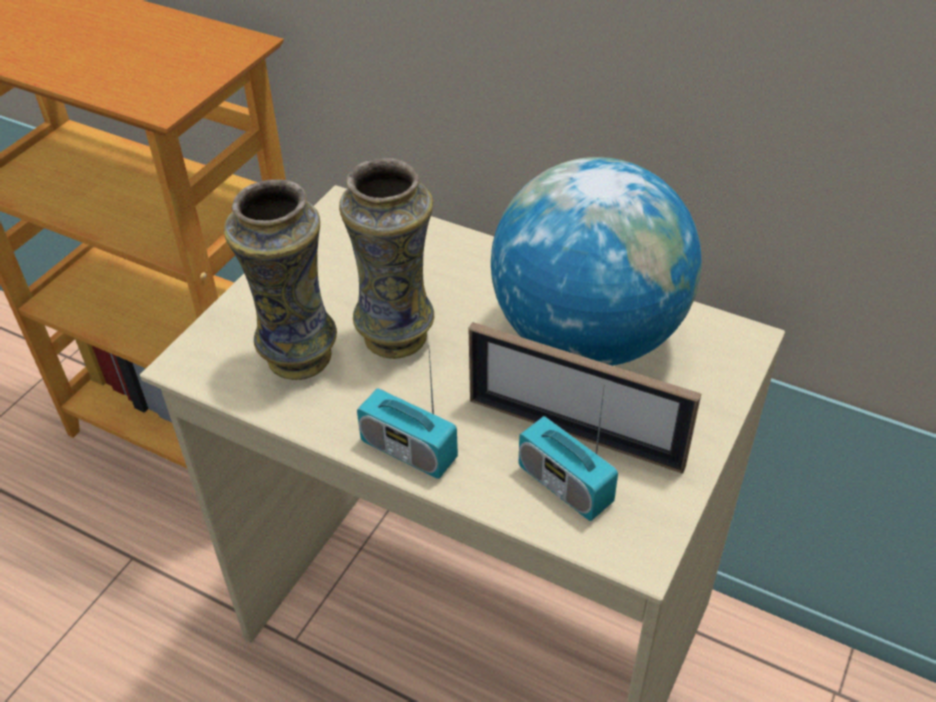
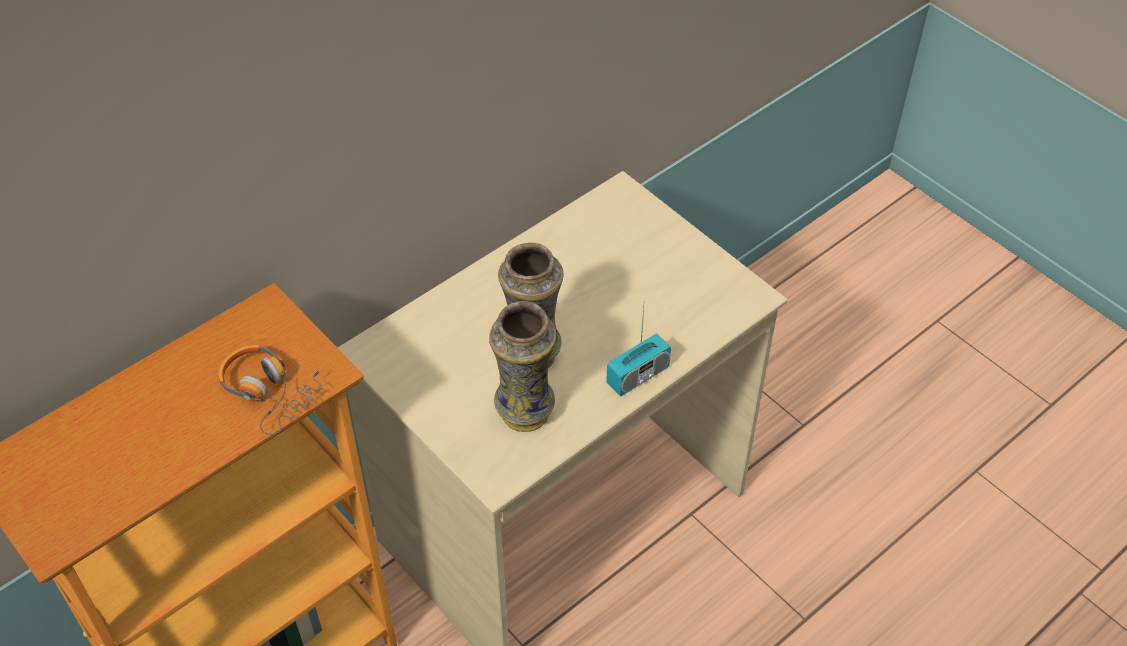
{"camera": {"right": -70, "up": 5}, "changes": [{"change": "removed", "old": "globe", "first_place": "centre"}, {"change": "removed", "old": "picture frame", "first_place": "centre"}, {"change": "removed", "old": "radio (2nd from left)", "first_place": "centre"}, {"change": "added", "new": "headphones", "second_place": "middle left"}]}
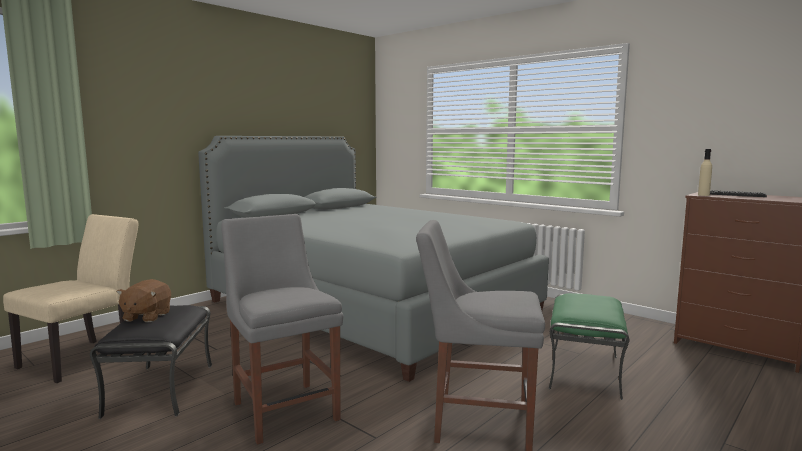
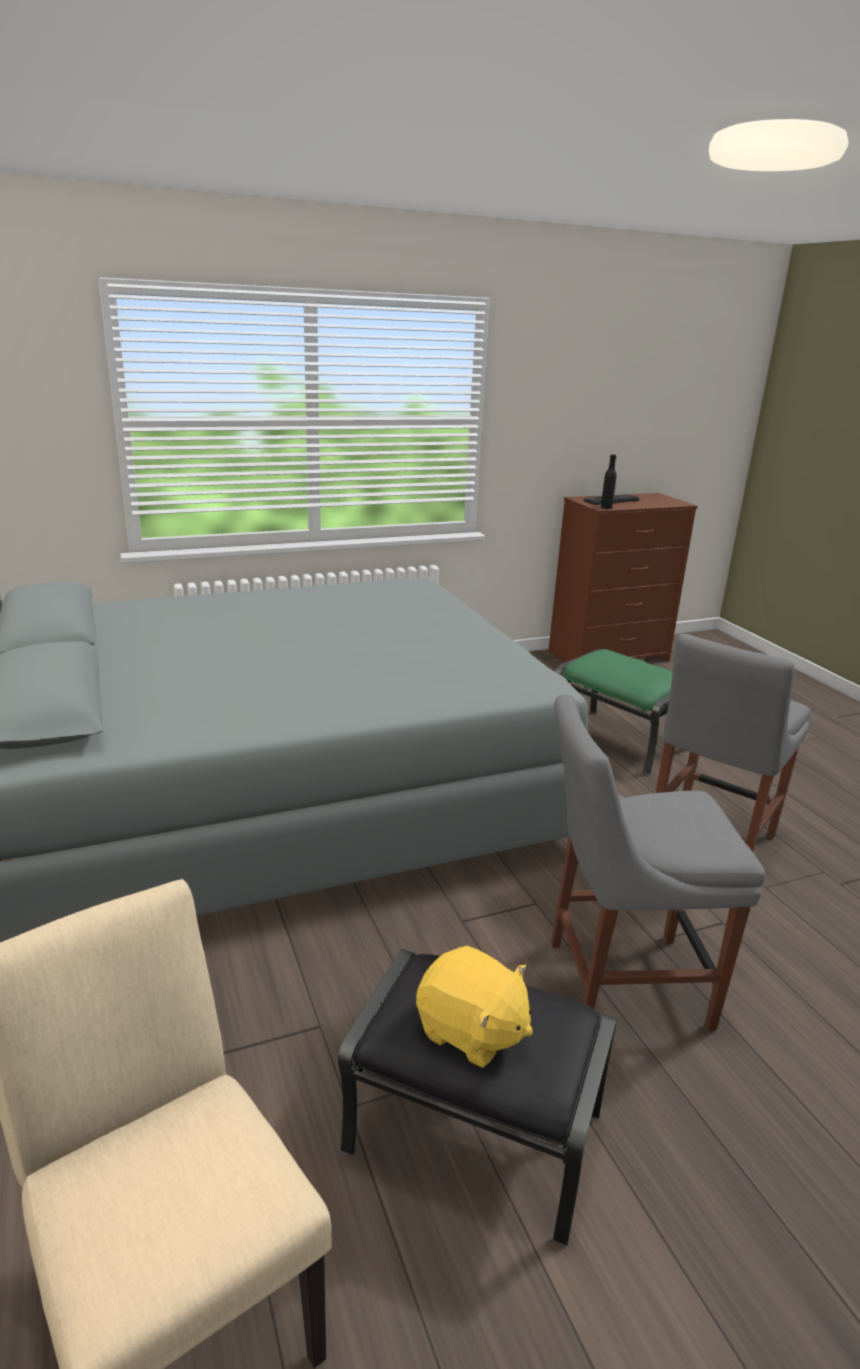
{"camera": {"right": -65, "up": 15}, "changes": [{"change": "recoloured", "old": "bottle (beige)", "new": "bottle (black)", "first_place": "middle right", "second_place": "middle right"}, {"change": "recoloured", "old": "plush toy (brown)", "new": "plush toy (yellow)", "first_place": "middle left", "second_place": "bottom centre"}]}
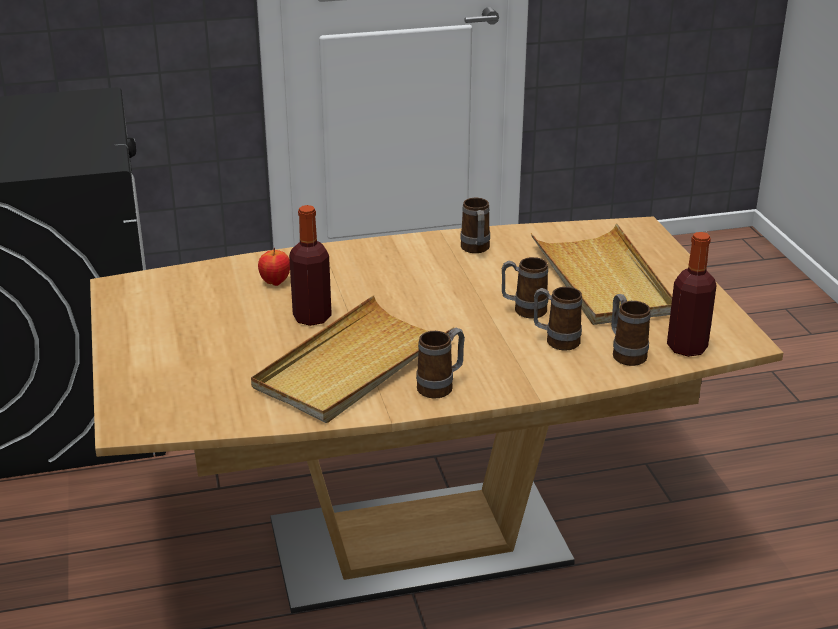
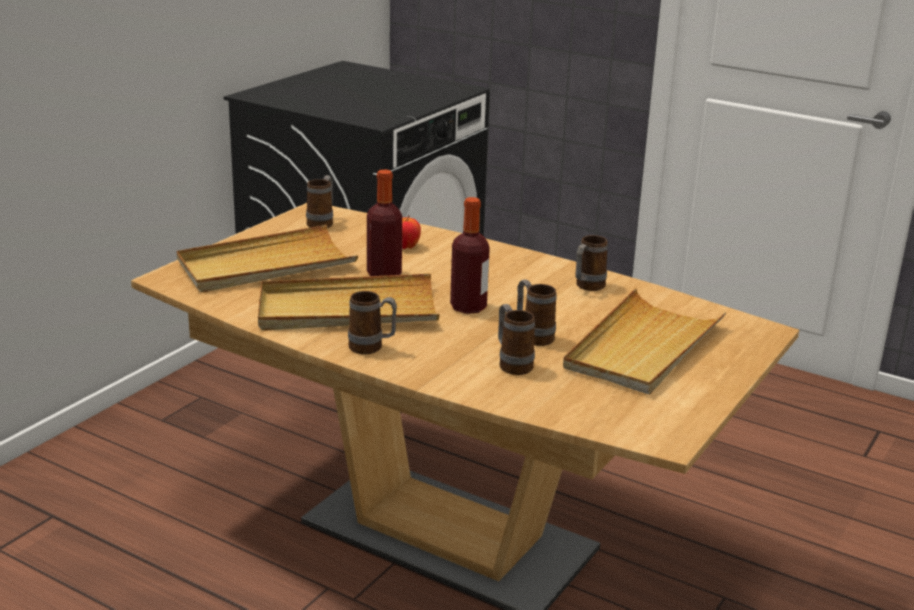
{"camera": {"right": 45, "up": -5}, "changes": [{"change": "moved", "old": "bottle (2nd from left)", "first_place": "middle right", "second_place": "centre"}, {"change": "moved", "old": "mug (5th from left in the first image)", "new": "mug (1st from left)", "first_place": "middle right", "second_place": "top centre"}, {"change": "added", "new": "tray (beige) (1st from left)", "second_place": "middle left"}]}
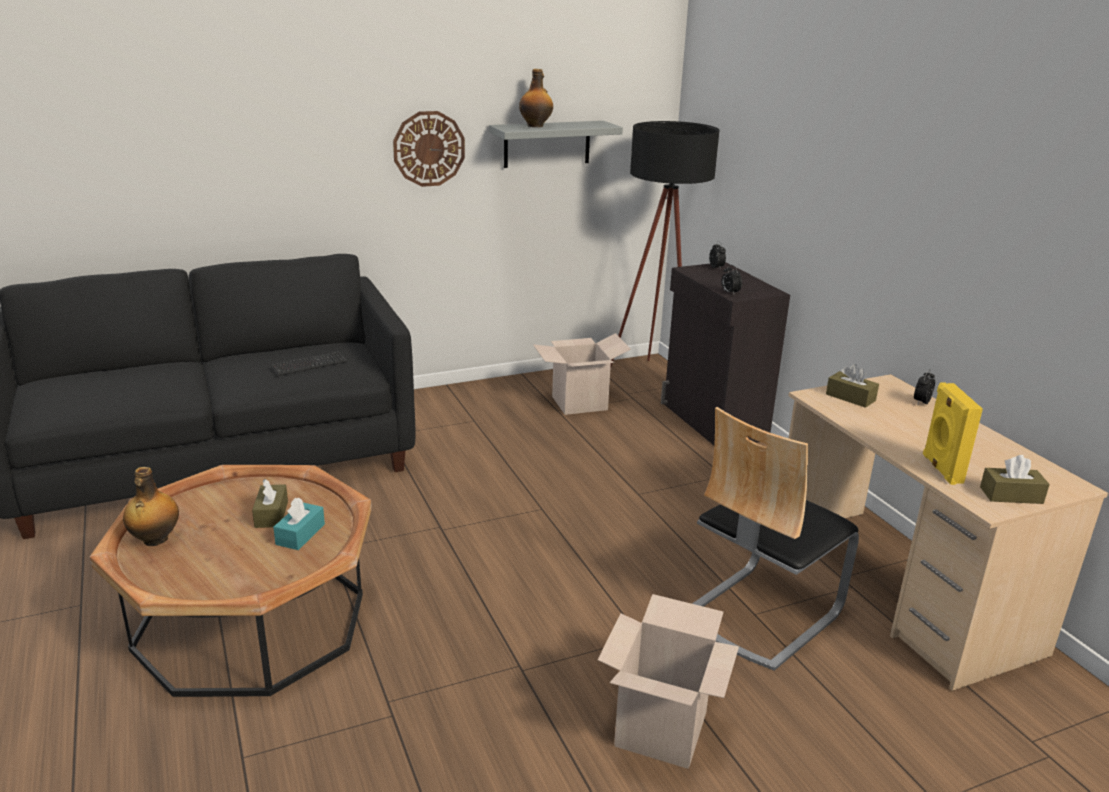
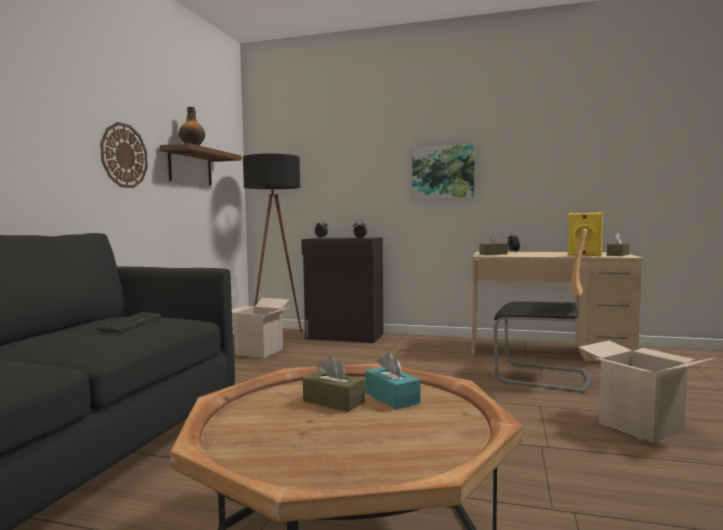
{"camera": {"right": -50, "up": -20}, "changes": [{"change": "recoloured", "old": "shelf (grey)", "new": "shelf (brown)", "first_place": "top centre", "second_place": "top left"}, {"change": "turned", "old": "chair", "first_place": "bottom right", "second_place": "middle right", "degrees": -60}, {"change": "removed", "old": "bottle (1st from left)", "first_place": "middle left"}, {"change": "added", "new": "picture", "second_place": "top centre"}]}
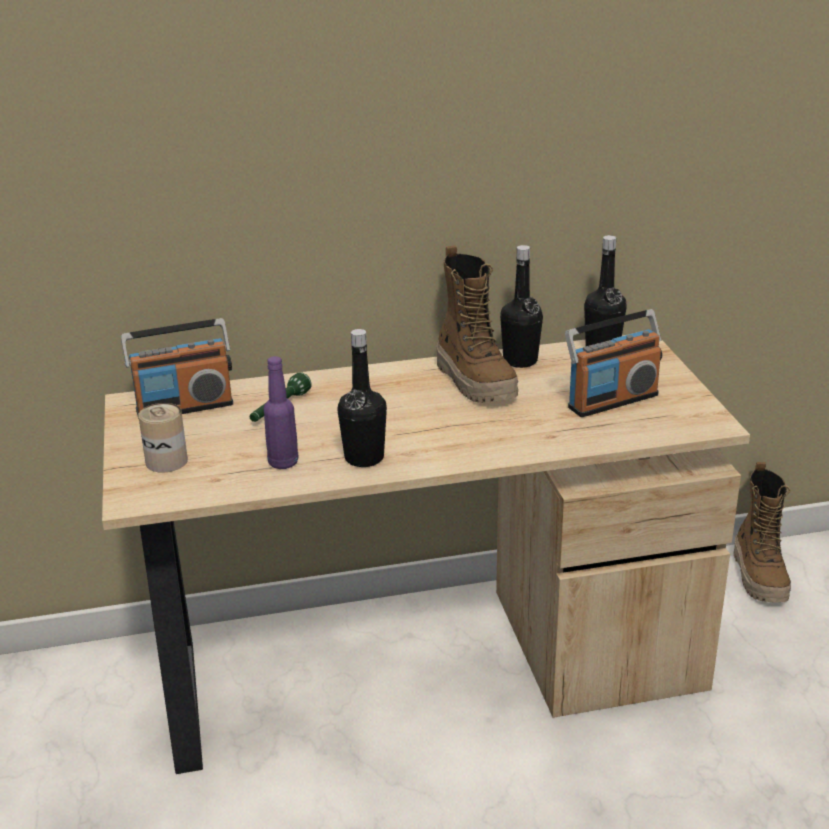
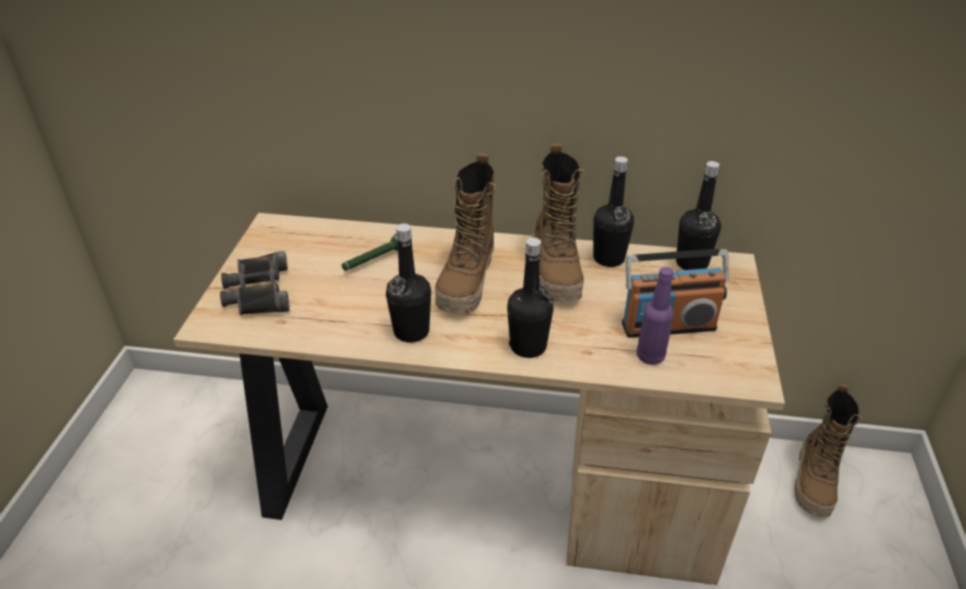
{"camera": {"right": 20, "up": 10}, "changes": [{"change": "removed", "old": "radio (1st from left)", "first_place": "middle left"}, {"change": "moved", "old": "bottle (purple)", "first_place": "centre", "second_place": "middle right"}, {"change": "replaced", "old": "can", "new": "binoculars (black)", "first_place": "middle left", "second_place": "middle left"}, {"change": "added", "new": "boot (1st from left)", "second_place": "centre"}, {"change": "added", "new": "bottle (black) (2nd from left)", "second_place": "centre"}]}
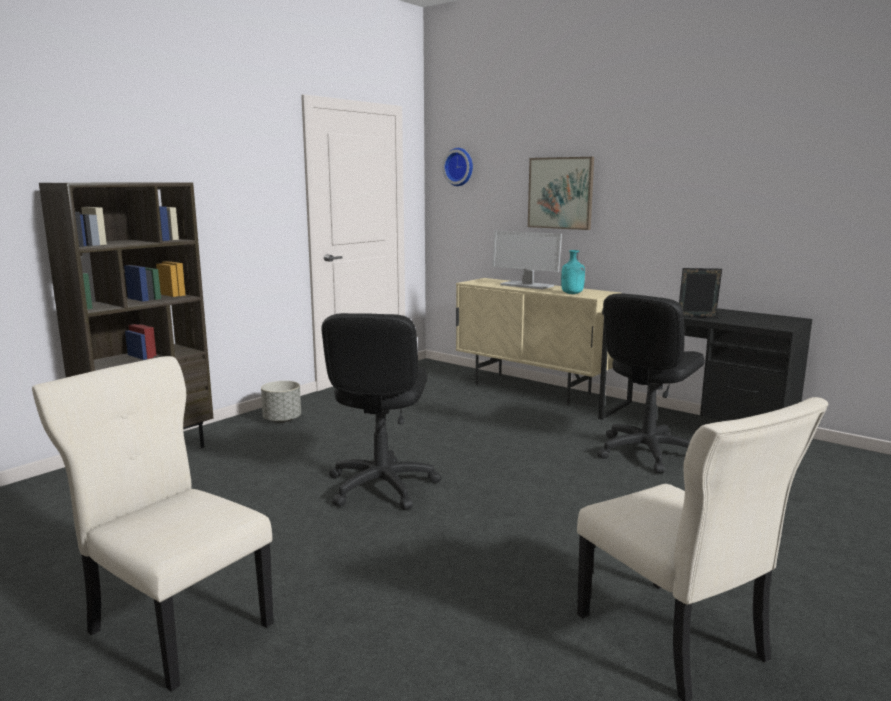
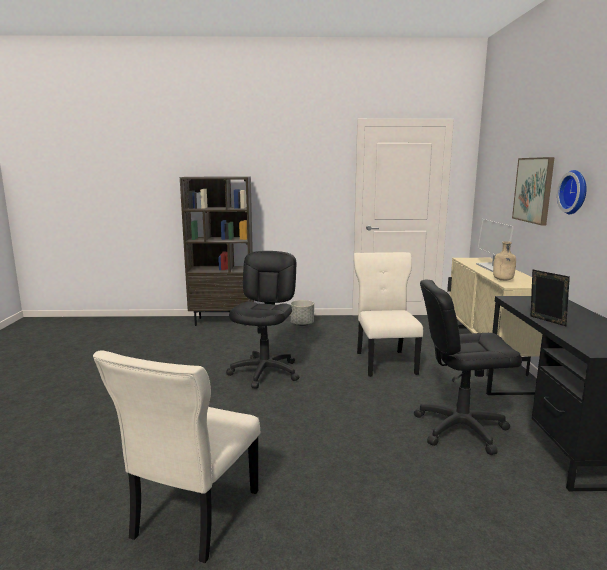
{"camera": {"right": 50, "up": 0}, "changes": [{"change": "moved", "old": "wall clock", "first_place": "top centre", "second_place": "middle right"}, {"change": "recoloured", "old": "bottle (turquoise)", "new": "bottle (beige)", "first_place": "centre", "second_place": "middle right"}, {"change": "turned", "old": "office chair (black) (1st from left)", "first_place": "centre", "second_place": "centre", "degrees": 135}, {"change": "moved", "old": "chair (beige) (1st from left in the first image)", "new": "chair (beige) (2nd from left)", "first_place": "bottom left", "second_place": "centre"}]}
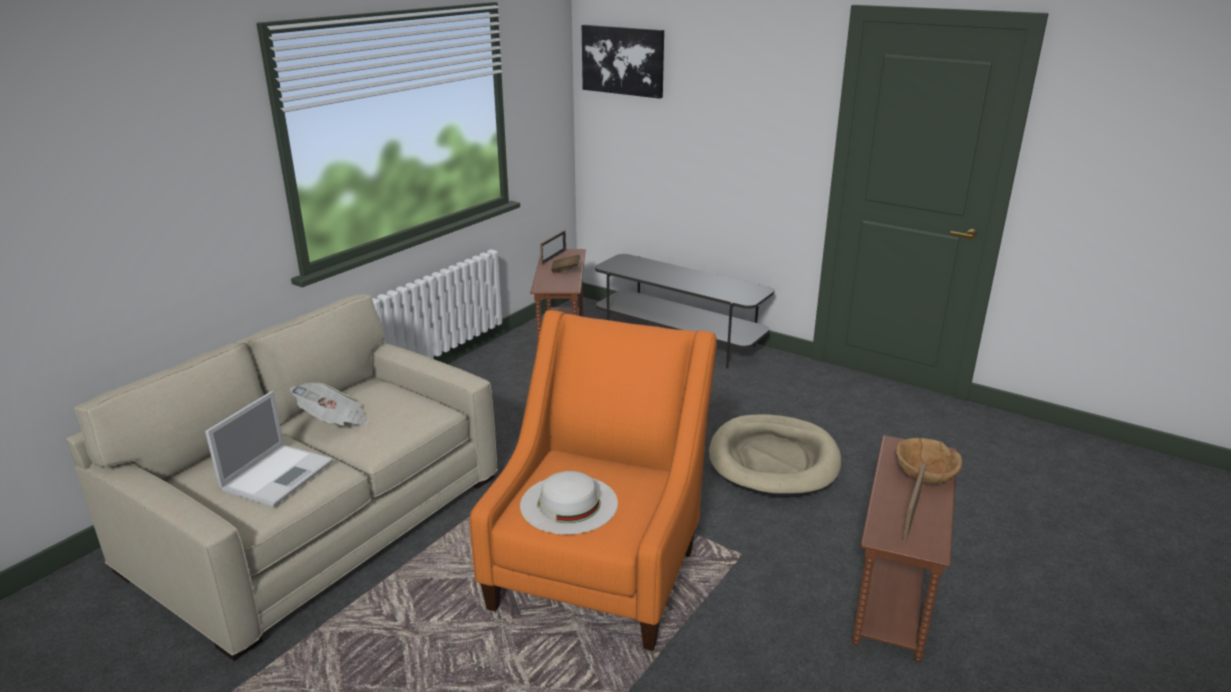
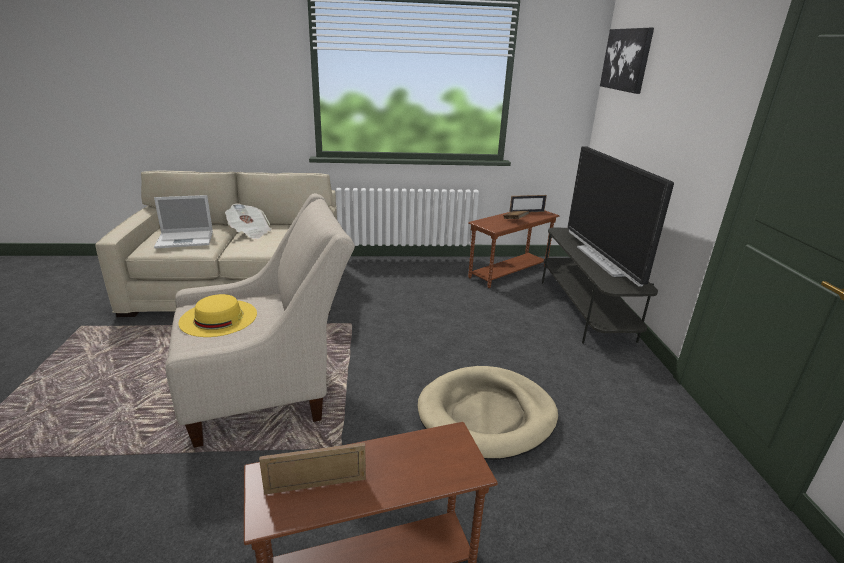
{"camera": {"right": 50, "up": 0}, "changes": [{"change": "recoloured", "old": "armchair (orange)", "new": "armchair (beige)", "first_place": "bottom centre", "second_place": "middle left"}, {"change": "removed", "old": "bowl (brown)", "first_place": "middle right"}, {"change": "recoloured", "old": "hat (white)", "new": "hat (yellow)", "first_place": "bottom centre", "second_place": "middle left"}, {"change": "added", "new": "television", "second_place": "middle right"}]}
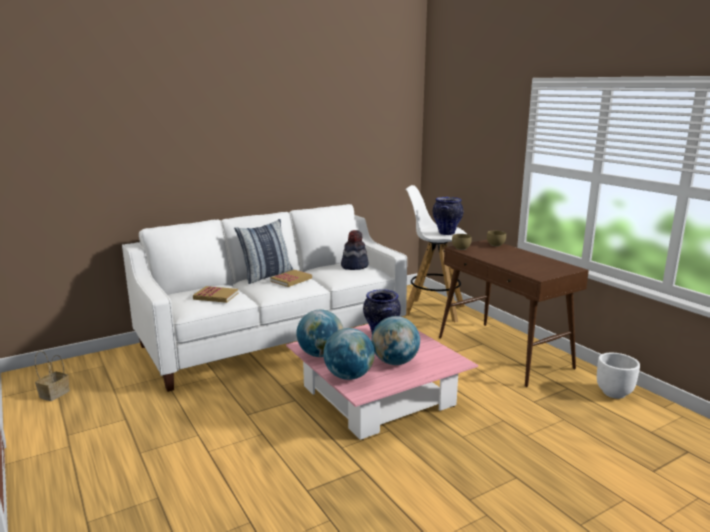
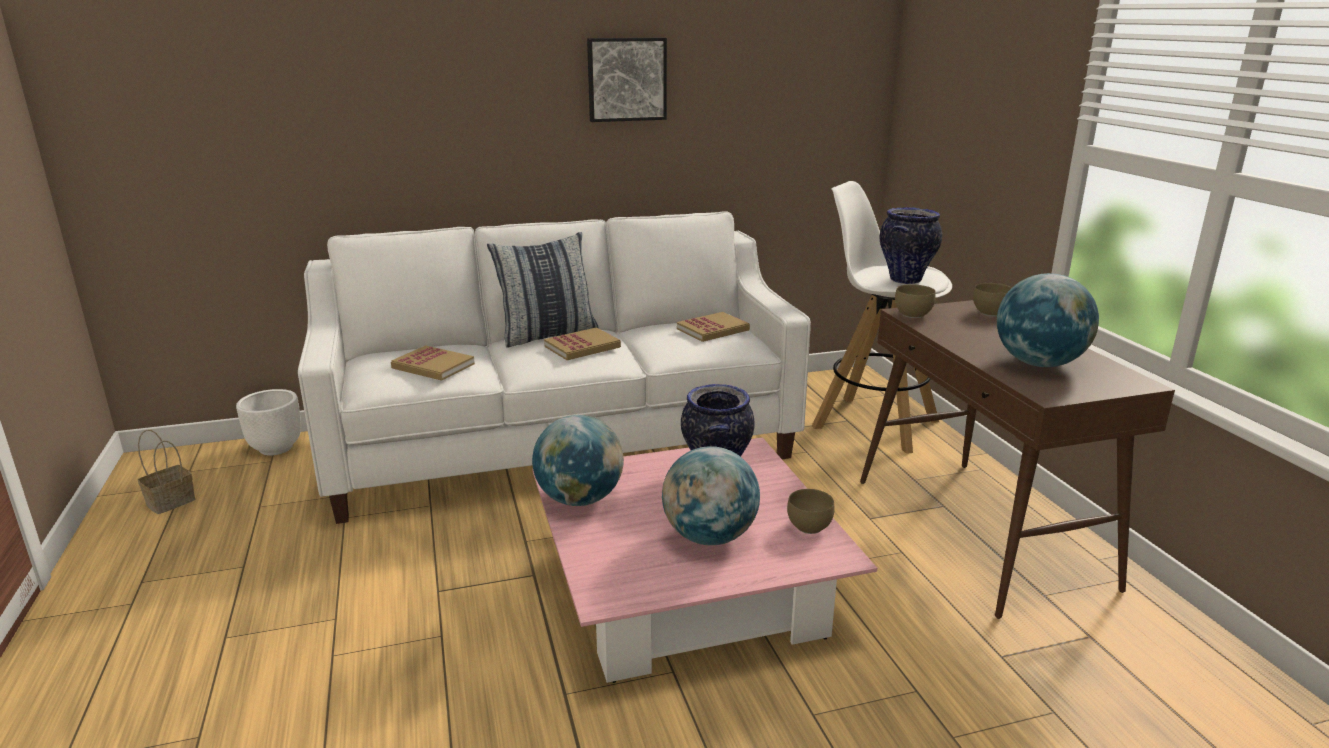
{"camera": {"right": 15, "up": 5}, "changes": [{"change": "replaced", "old": "hat", "new": "book (3rd from left)", "first_place": "centre", "second_place": "centre"}, {"change": "moved", "old": "globe (2nd from left in the first image)", "new": "globe (3rd from left)", "first_place": "centre", "second_place": "middle right"}, {"change": "moved", "old": "planter (white)", "first_place": "bottom right", "second_place": "middle left"}, {"change": "added", "new": "picture", "second_place": "top centre"}, {"change": "added", "new": "bowl (brown) (1st from left)", "second_place": "bottom centre"}]}
